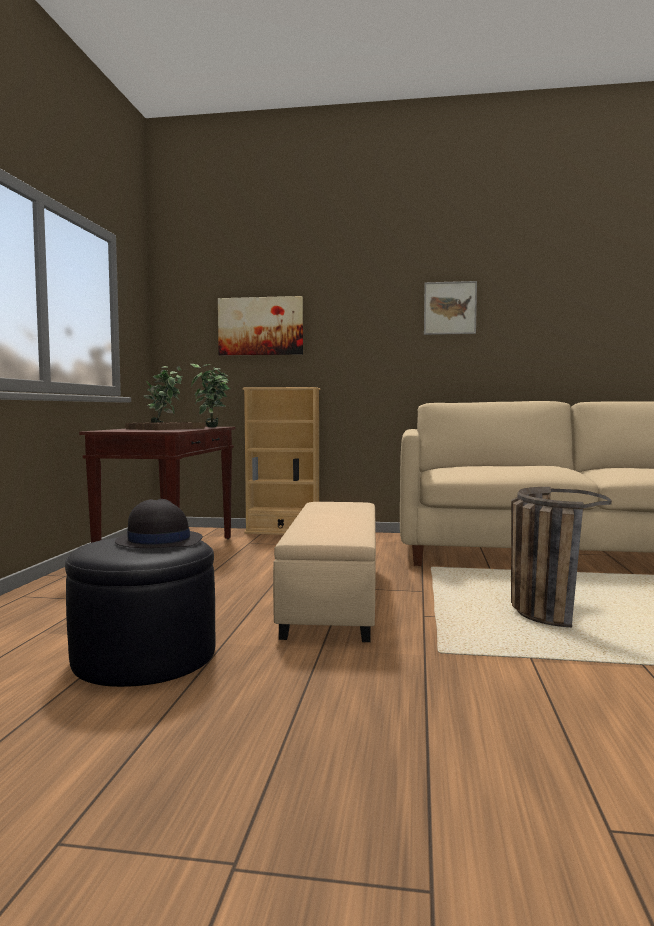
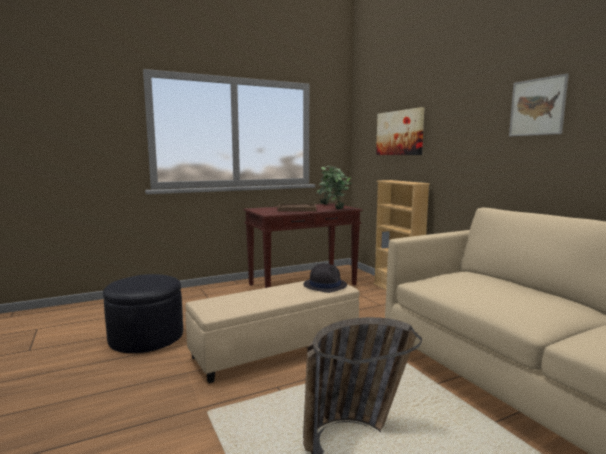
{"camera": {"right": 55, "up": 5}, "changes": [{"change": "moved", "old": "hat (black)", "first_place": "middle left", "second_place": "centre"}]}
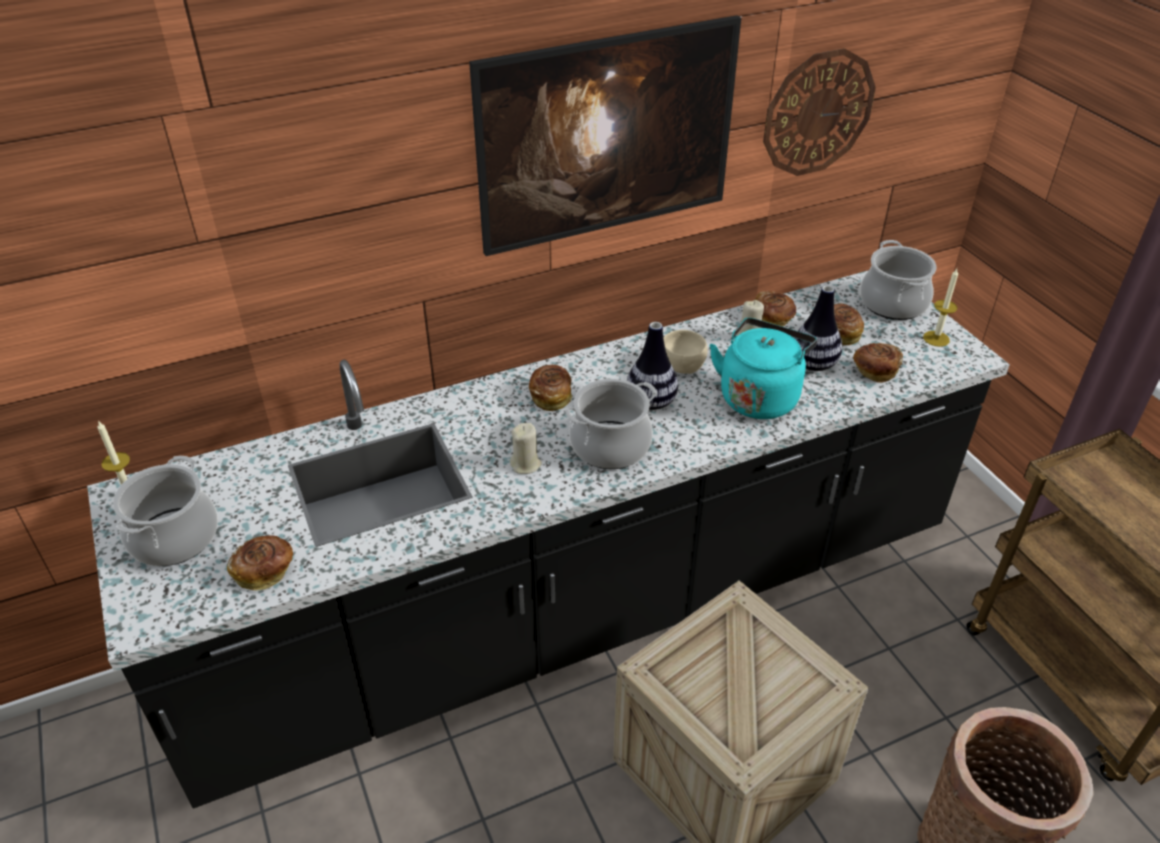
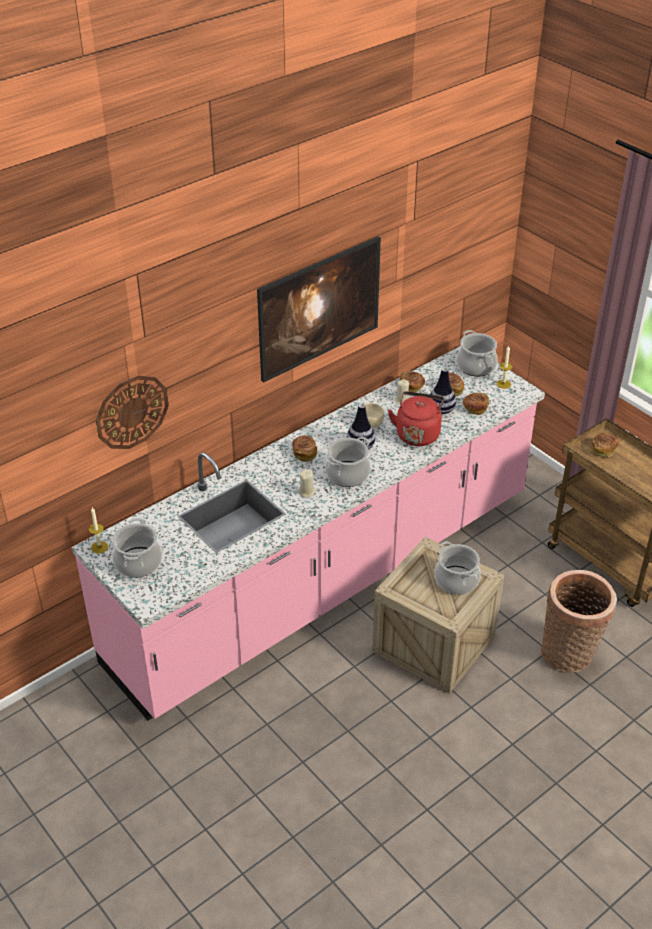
{"camera": {"right": -15, "up": 0}, "changes": [{"change": "moved", "old": "wall clock", "first_place": "top right", "second_place": "middle left"}, {"change": "recoloured", "old": "counter (black)", "new": "counter (pink)", "first_place": "centre", "second_place": "centre"}, {"change": "recoloured", "old": "kettle (turquoise)", "new": "kettle (red)", "first_place": "centre", "second_place": "centre"}, {"change": "moved", "old": "bread (1st from left in the first image)", "new": "bread (5th from left)", "first_place": "bottom left", "second_place": "middle right"}, {"change": "added", "new": "cooking pot (3rd from left)", "second_place": "middle right"}]}
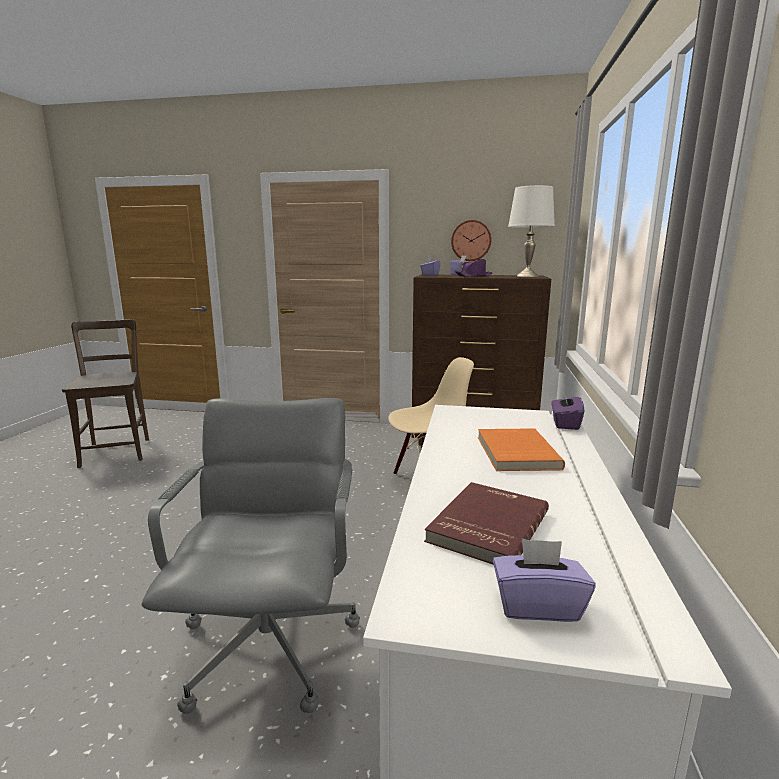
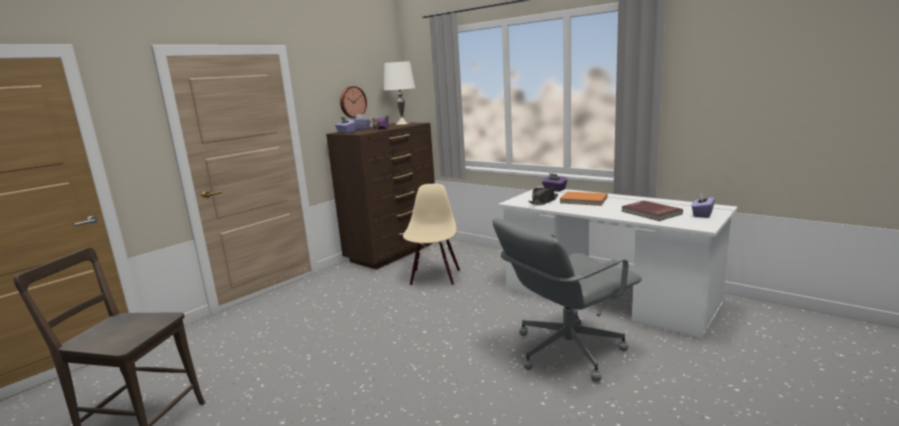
{"camera": {"right": -60, "up": 0}, "changes": [{"change": "turned", "old": "office chair (grey)", "first_place": "bottom left", "second_place": "bottom centre", "degrees": -60}, {"change": "added", "new": "hat (black)", "second_place": "centre"}]}
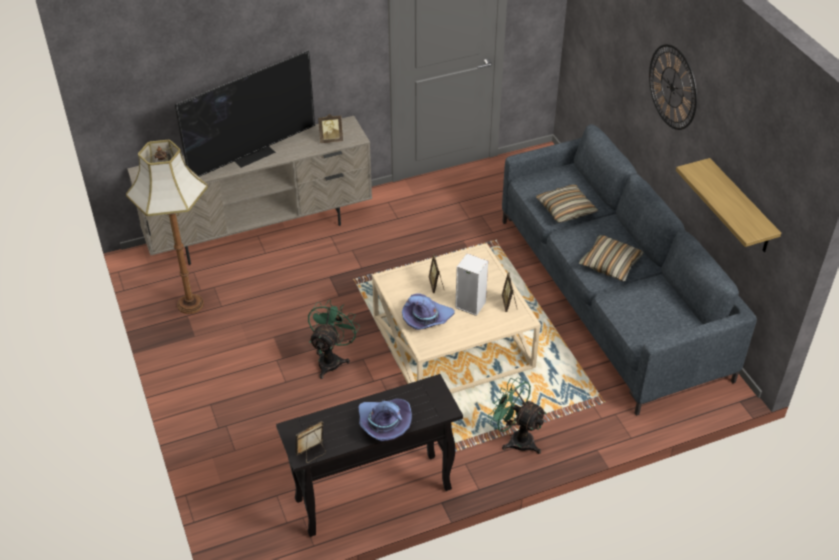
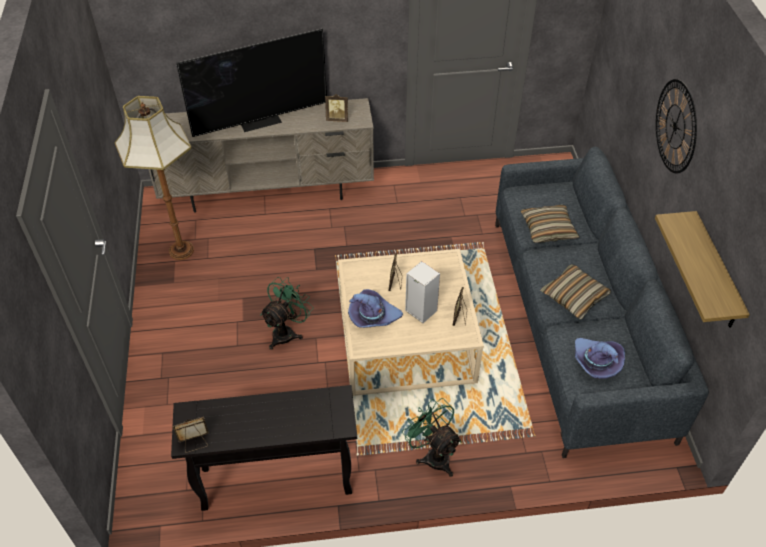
{"camera": {"right": 15, "up": 5}, "changes": [{"change": "moved", "old": "hat (purple) (1st from left in the first image)", "new": "hat (purple) (2nd from left)", "first_place": "bottom centre", "second_place": "middle right"}]}
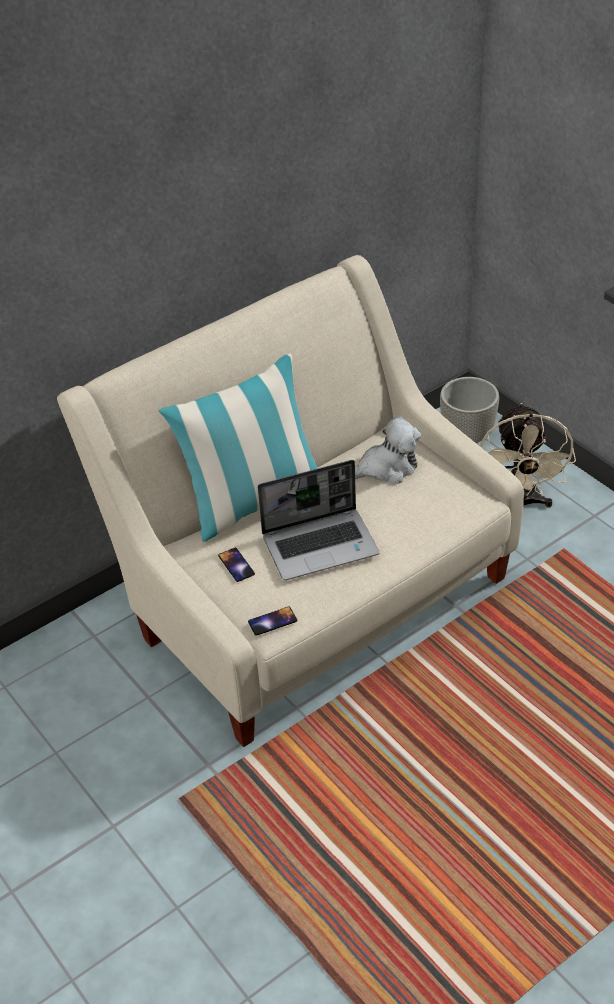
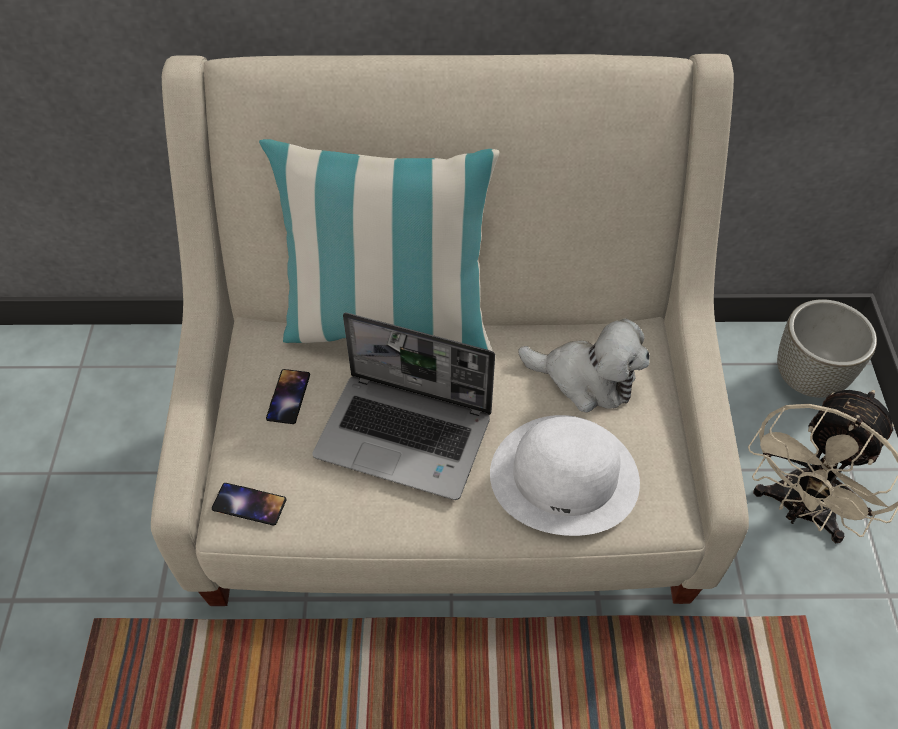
{"camera": {"right": 35, "up": 10}, "changes": [{"change": "added", "new": "hat (white)", "second_place": "centre"}]}
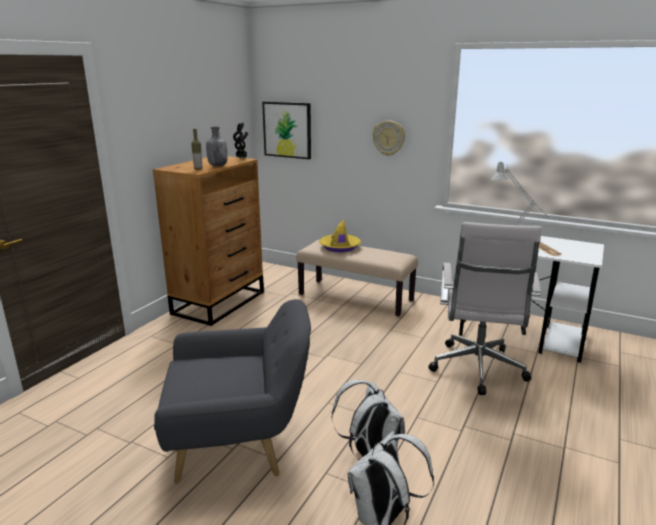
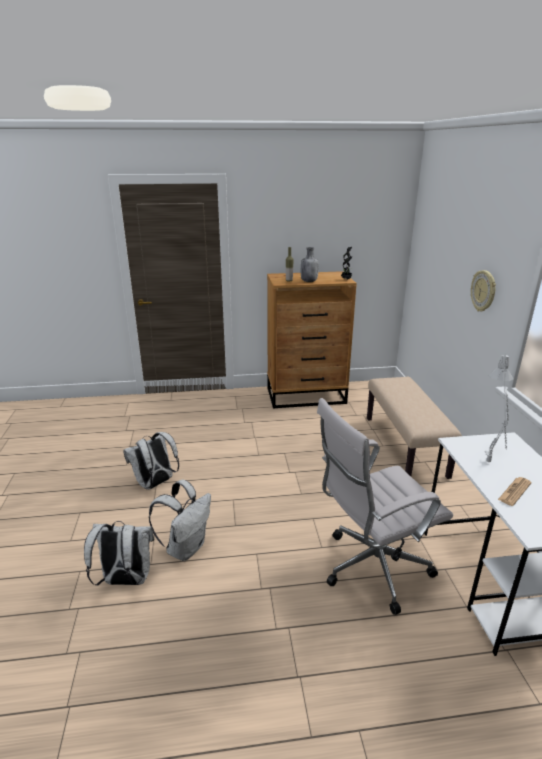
{"camera": {"right": 55, "up": 5}, "changes": [{"change": "removed", "old": "picture", "first_place": "top centre"}, {"change": "removed", "old": "hat (yellow)", "first_place": "centre"}, {"change": "replaced", "old": "armchair (grey)", "new": "backpack (white) (2nd from left)", "first_place": "bottom centre", "second_place": "middle left"}]}
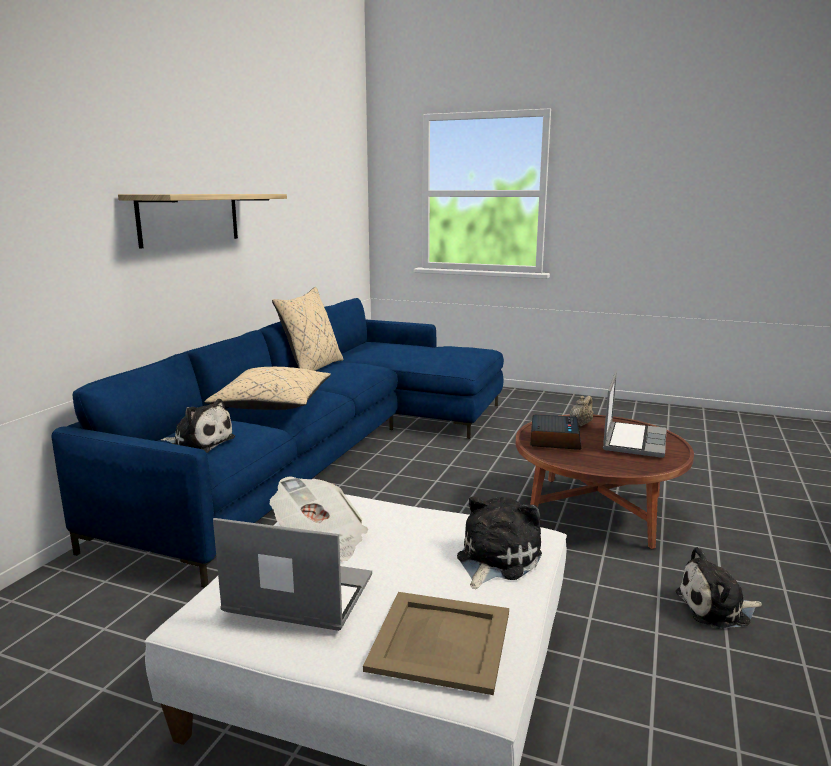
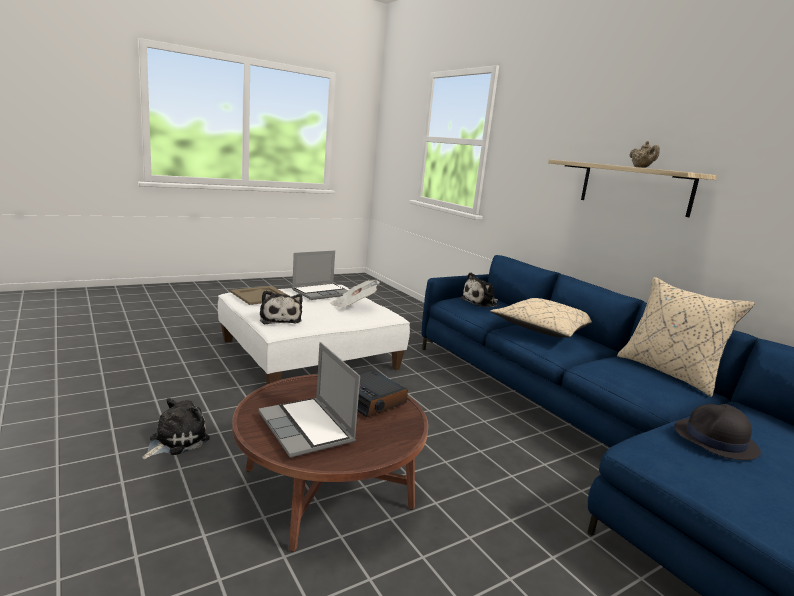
{"camera": {"right": 125, "up": 0}, "changes": [{"change": "moved", "old": "teapot (beige)", "first_place": "middle right", "second_place": "top right"}, {"change": "added", "new": "hat (black)", "second_place": "bottom right"}]}
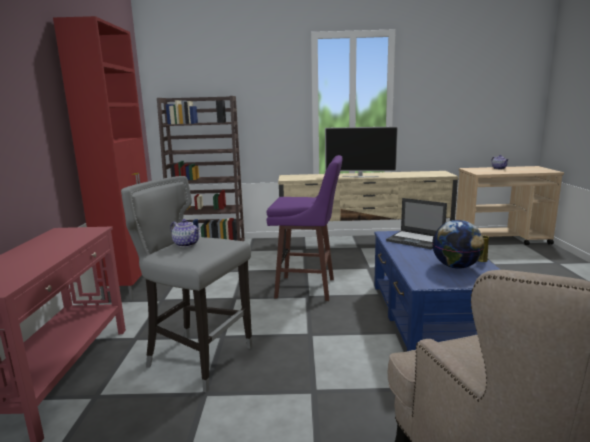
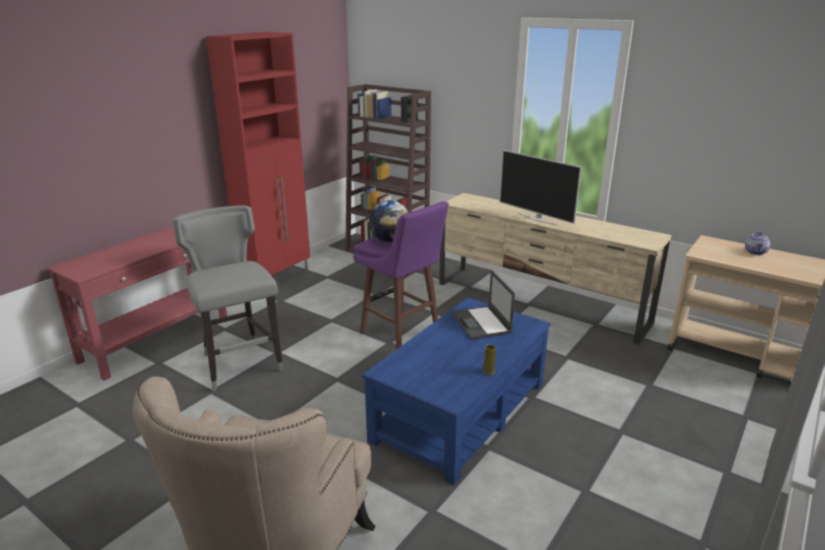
{"camera": {"right": 35, "up": 10}, "changes": [{"change": "removed", "old": "teapot (1st from left)", "first_place": "middle left"}, {"change": "moved", "old": "globe", "first_place": "middle right", "second_place": "centre"}]}
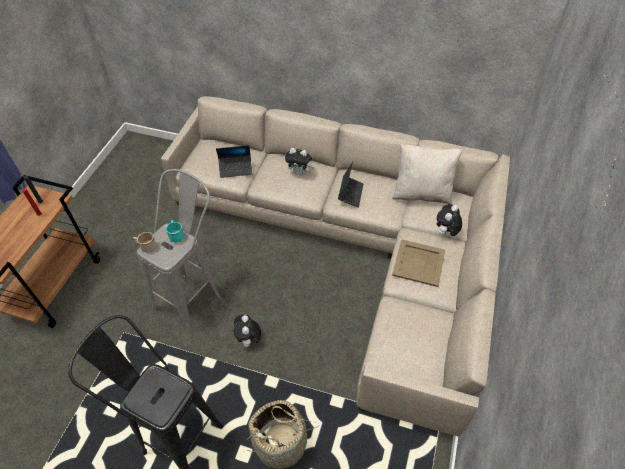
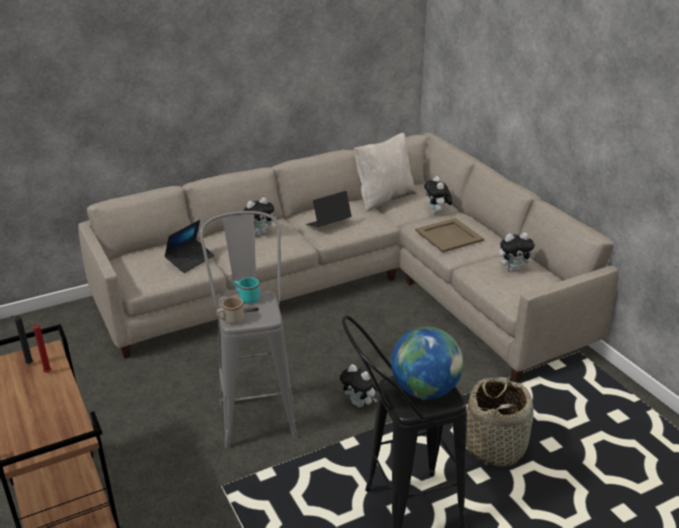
{"camera": {"right": -45, "up": -20}, "changes": [{"change": "turned", "old": "laptop (2nd from left)", "first_place": "centre", "second_place": "centre", "degrees": -90}, {"change": "added", "new": "plush toy (4th from left)", "second_place": "middle right"}, {"change": "added", "new": "globe", "second_place": "bottom centre"}]}
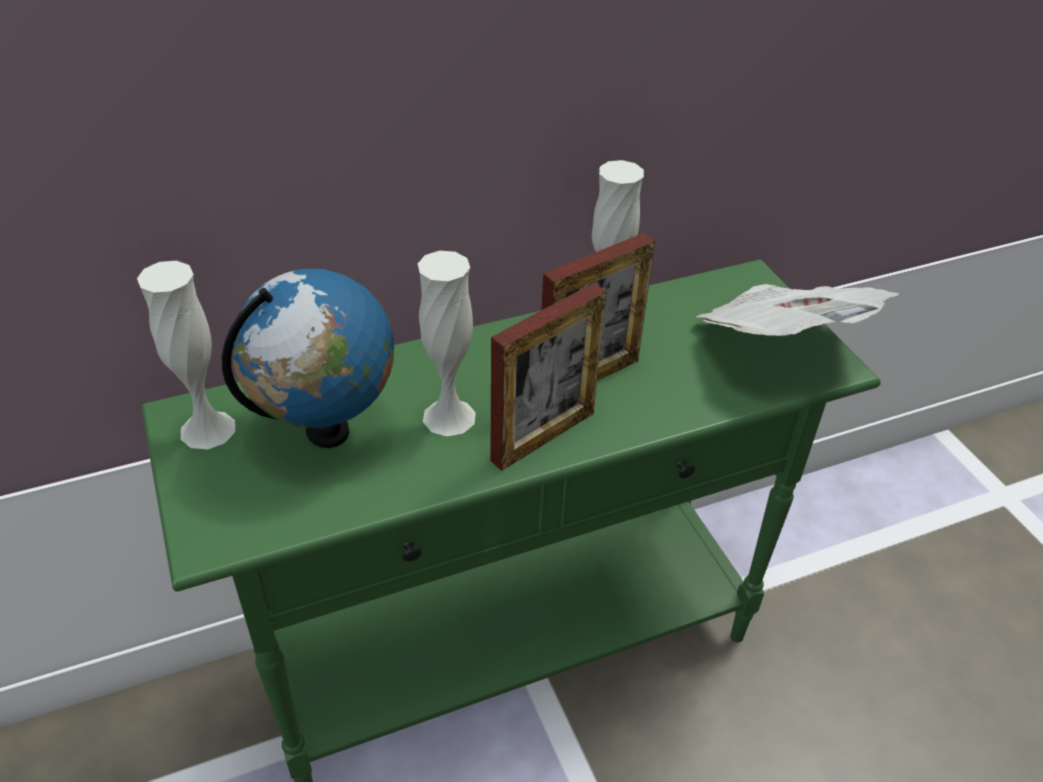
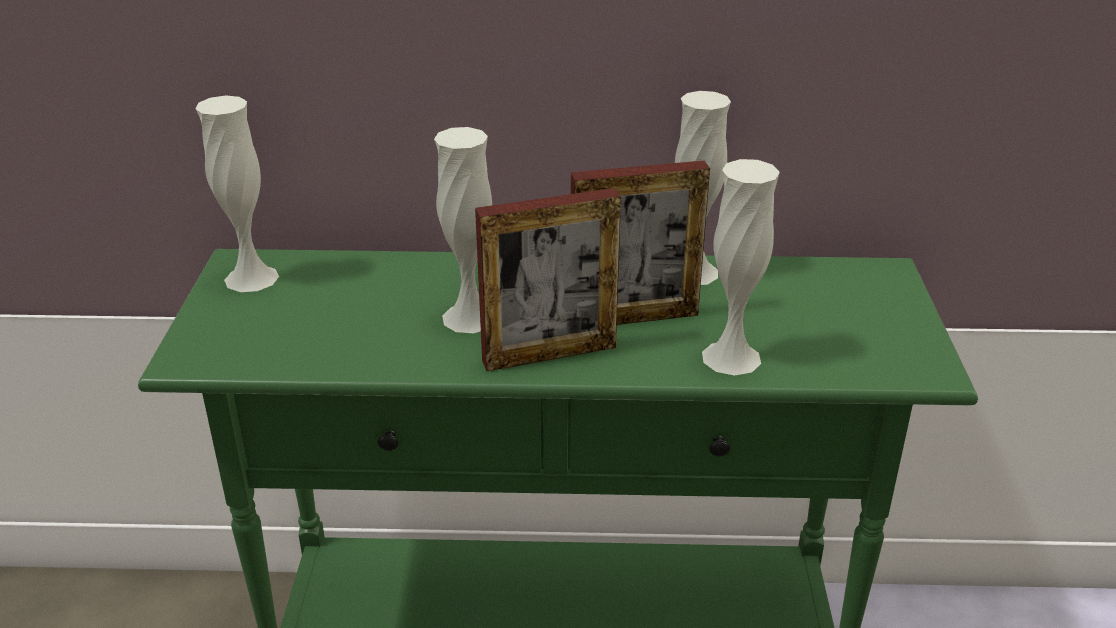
{"camera": {"right": 25, "up": -10}, "changes": [{"change": "removed", "old": "globe", "first_place": "middle left"}, {"change": "removed", "old": "newspaper", "first_place": "middle right"}, {"change": "added", "new": "vase (white) (4th from left)", "second_place": "centre"}]}
